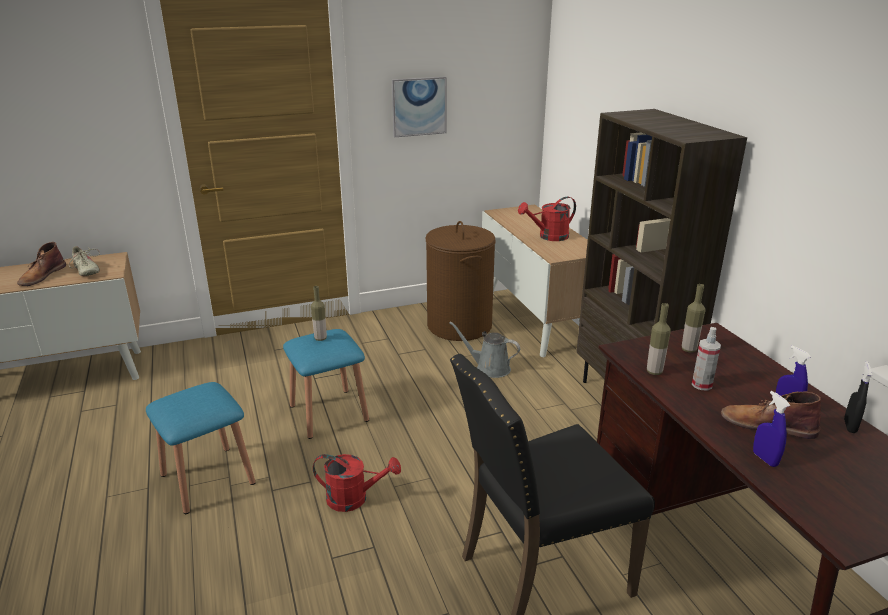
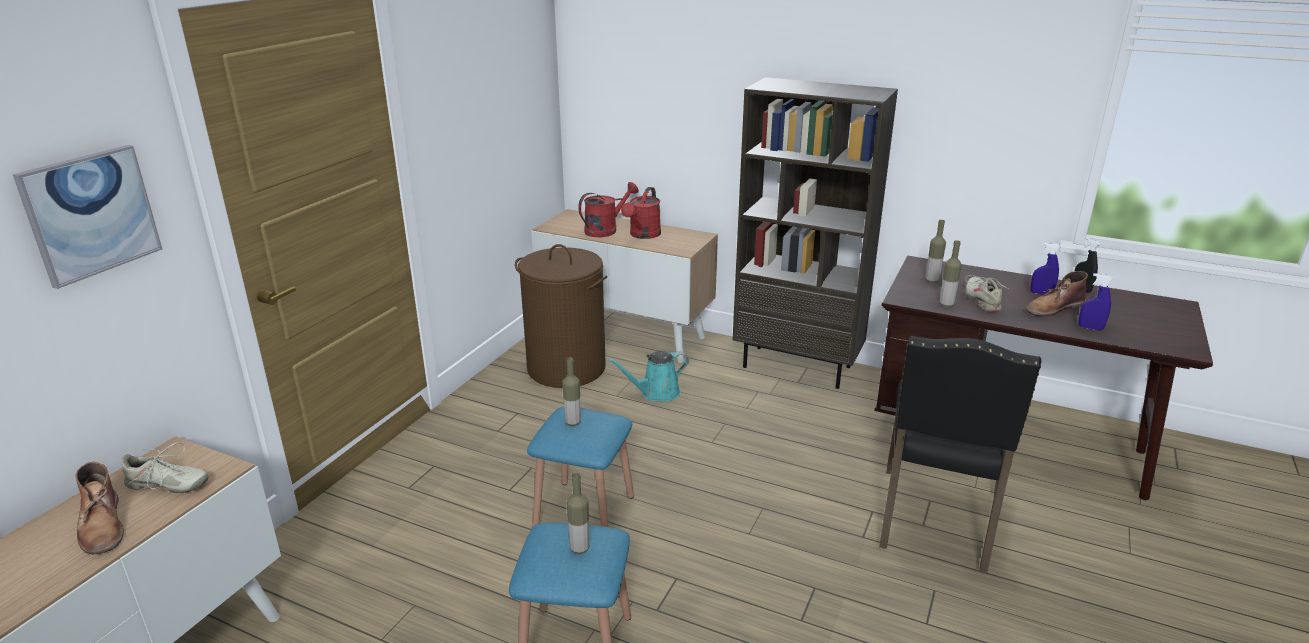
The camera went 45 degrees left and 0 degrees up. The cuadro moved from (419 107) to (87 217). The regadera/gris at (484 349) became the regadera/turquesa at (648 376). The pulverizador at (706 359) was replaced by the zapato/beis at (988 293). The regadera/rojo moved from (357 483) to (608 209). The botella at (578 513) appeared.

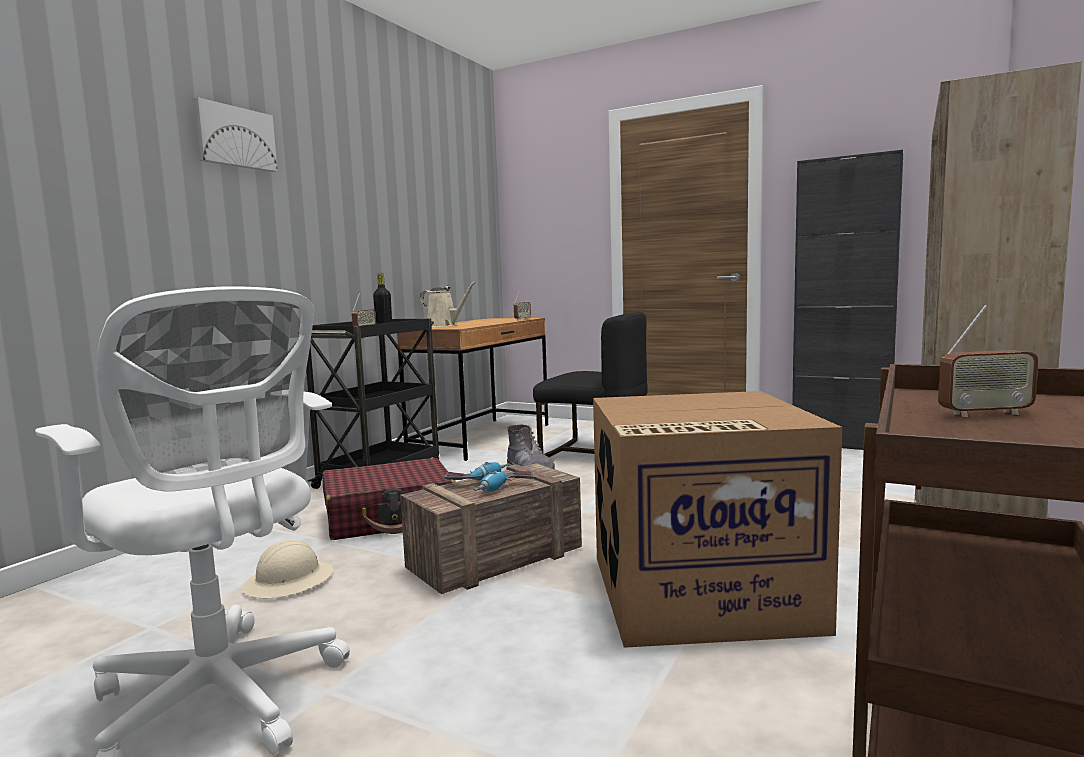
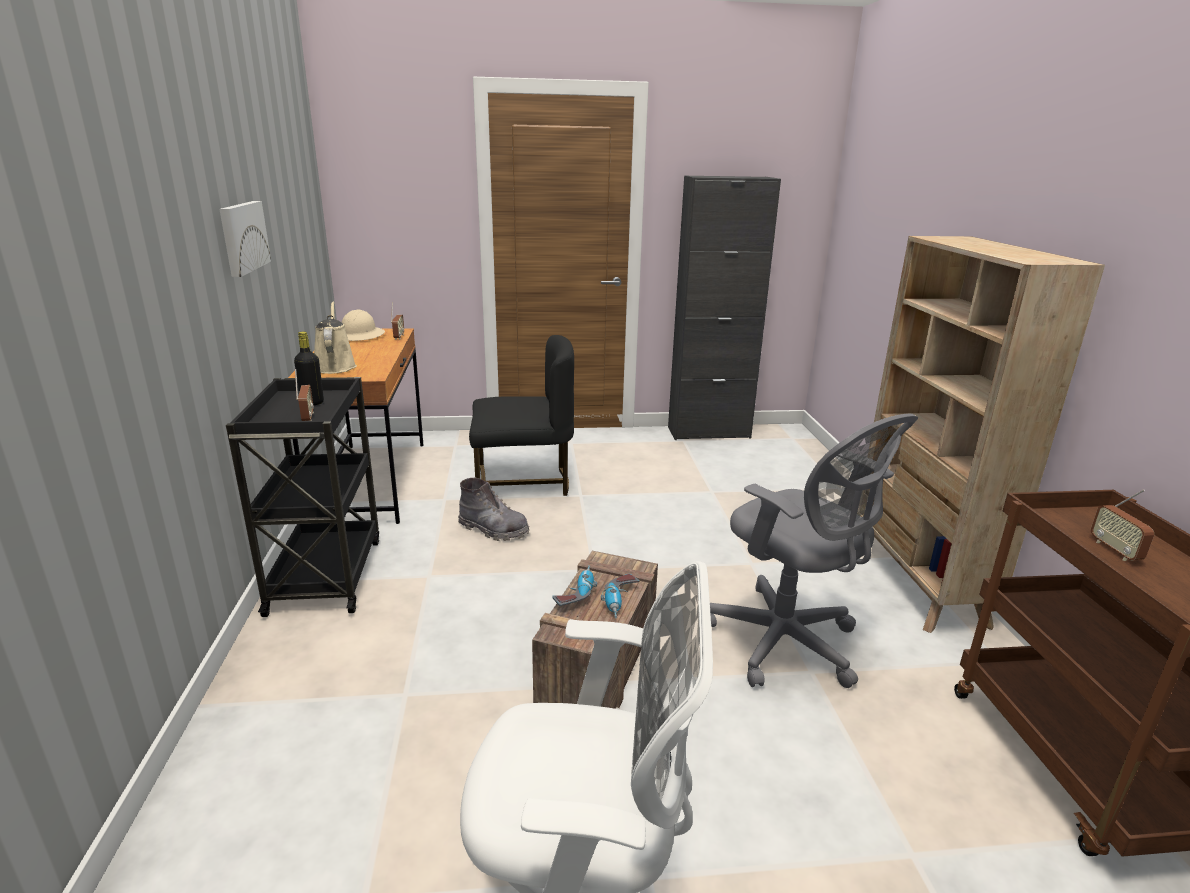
The camera went 35 degrees left and 15 degrees up. The cuadro moved from (235 134) to (245 239). The regadera/beis at (448 304) turned 105 degrees counterclockwise. The radio at (988 361) turned 120 degrees clockwise. The caja de cartón at (717 519) was replaced by the silla de oficina/gris at (814 550). The maleta/rojo at (389 499) disappeared. The casco/beis moved from (287 569) to (363 325).

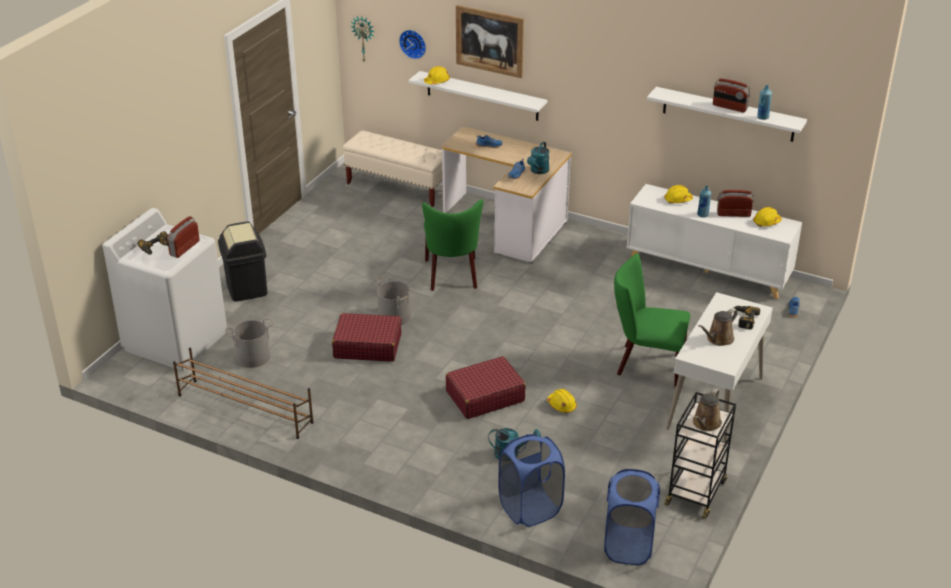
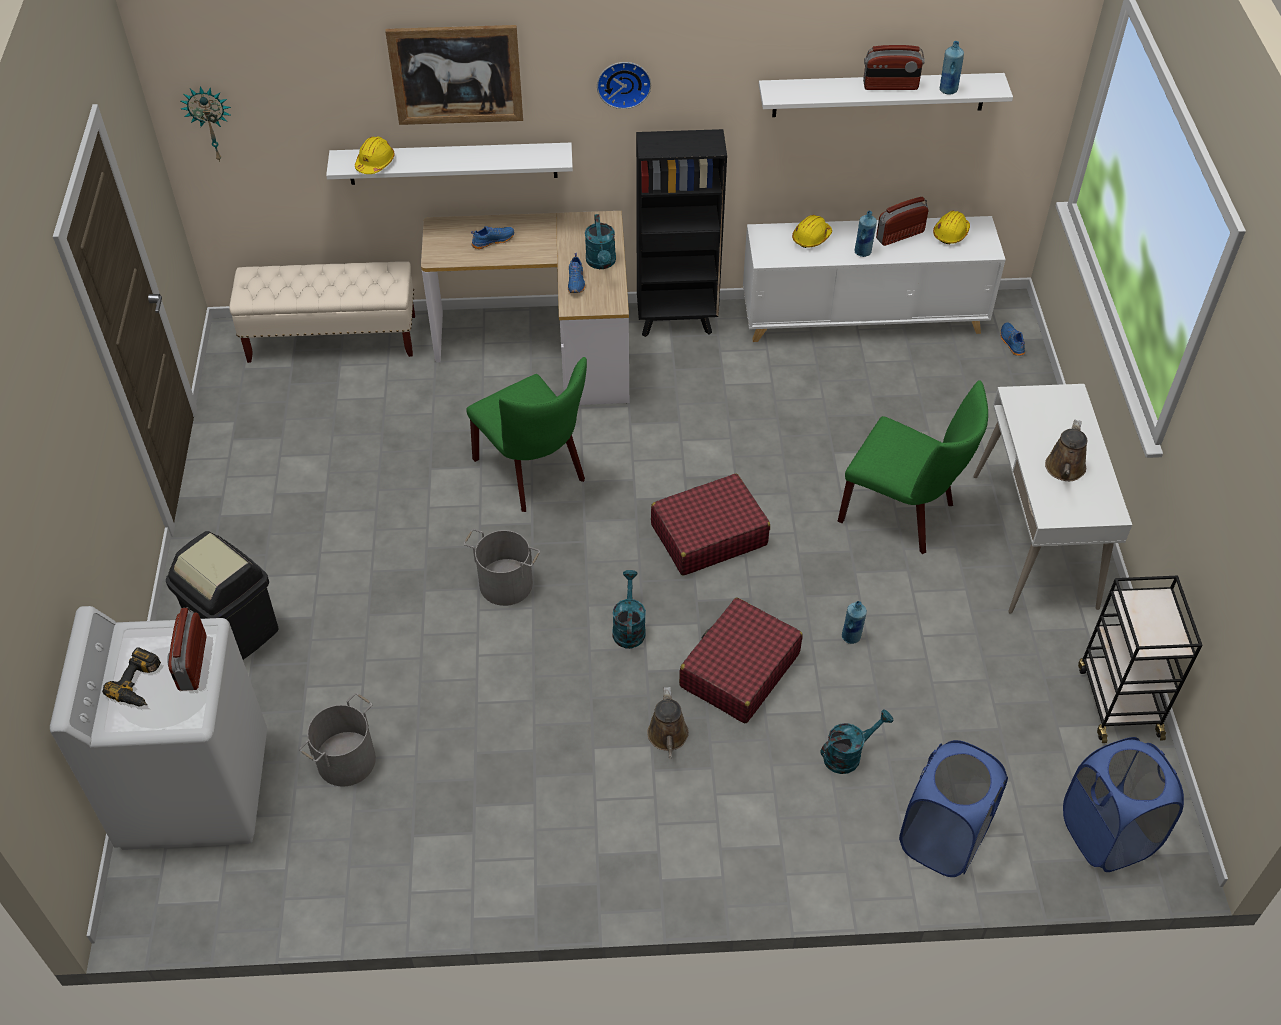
The camera went 30 degrees left and 15 degrees up. The reloj de pared moved from (412 44) to (624 85). The silla/verde at (652 320) turned 135 degrees counterclockwise. The taladro at (746 318) disappeared. The maleta/rojo moved from (366 337) to (710 524). The zapatero/marrón at (243 393) disappeared. The casco/amarillo at (562 401) was replaced by the botella/azul at (854 622). The regadera/marrón moved from (707 410) to (668 722). The estantería/negro at (681 233) appeared. The regadera/turquesa at (629 609) appeared.

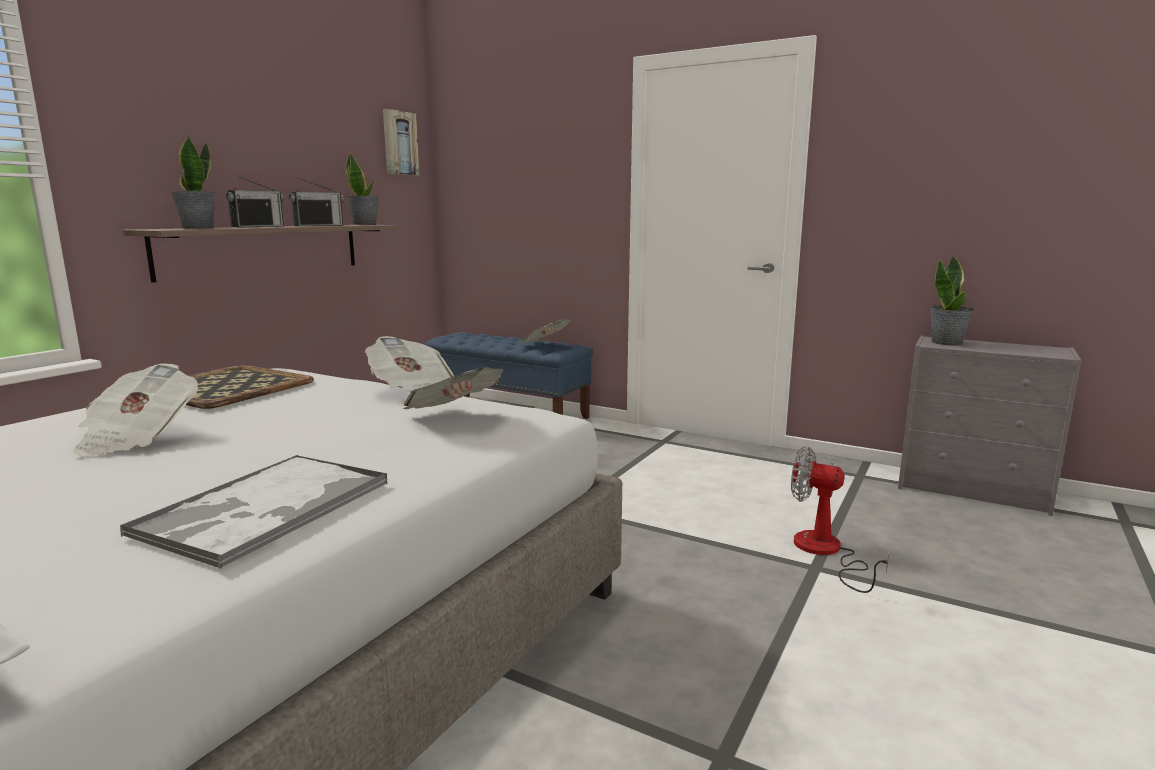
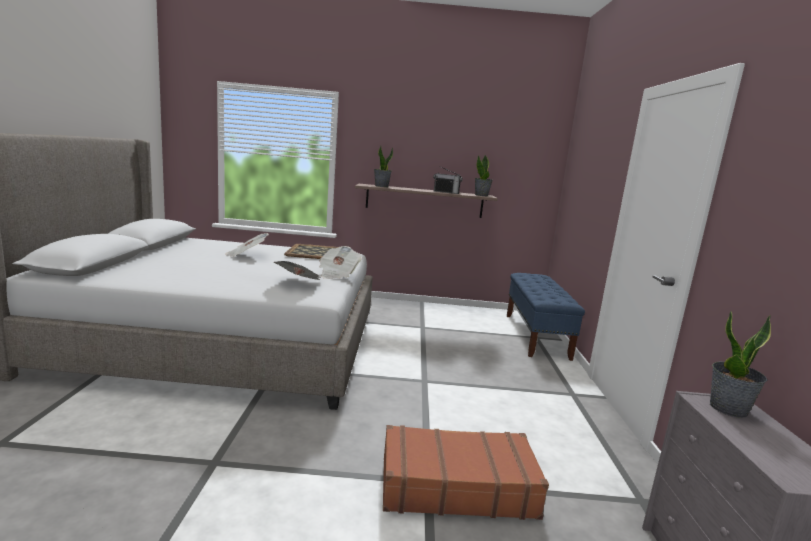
The camera went 60 degrees right and 0 degrees up. The cuadro at (401 142) disappeared. The radio at (254 200) disappeared. The periódico at (545 330) disappeared. The ventilador at (840 519) was replaced by the maleta/marrón at (466 472). The bandeja at (253 512) disappeared.

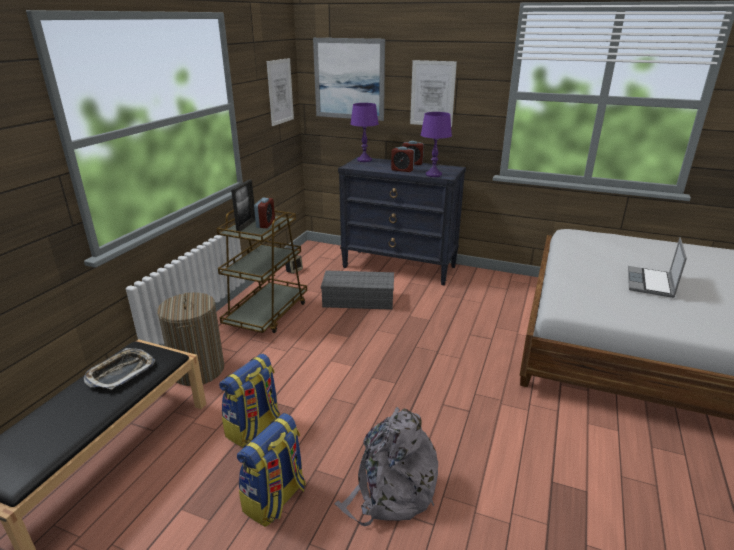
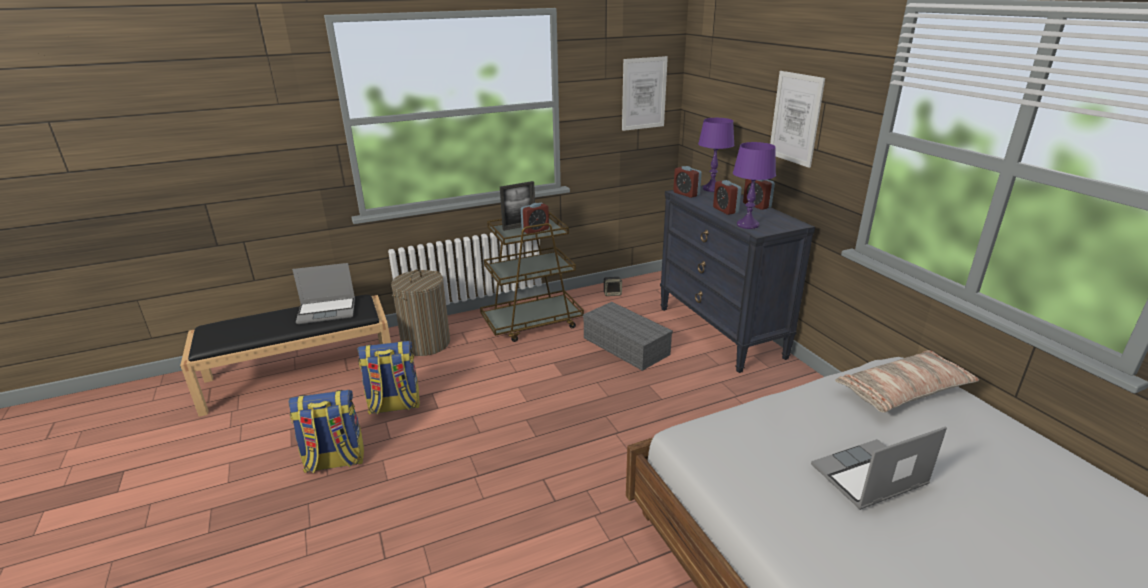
The camera went 45 degrees right and 0 degrees up. The cuadro at (349 79) disappeared. The bandeja at (119 369) was replaced by the portátil at (323 293). The mochila/gris at (386 466) disappeared. The despertador at (687 182) appeared. The cojín at (907 381) appeared.

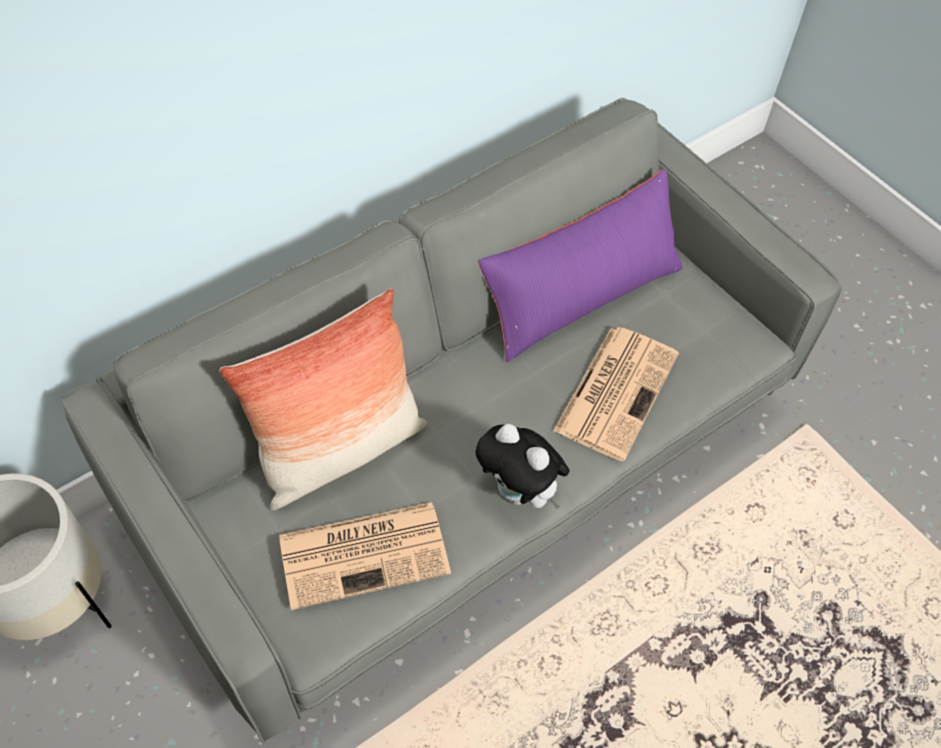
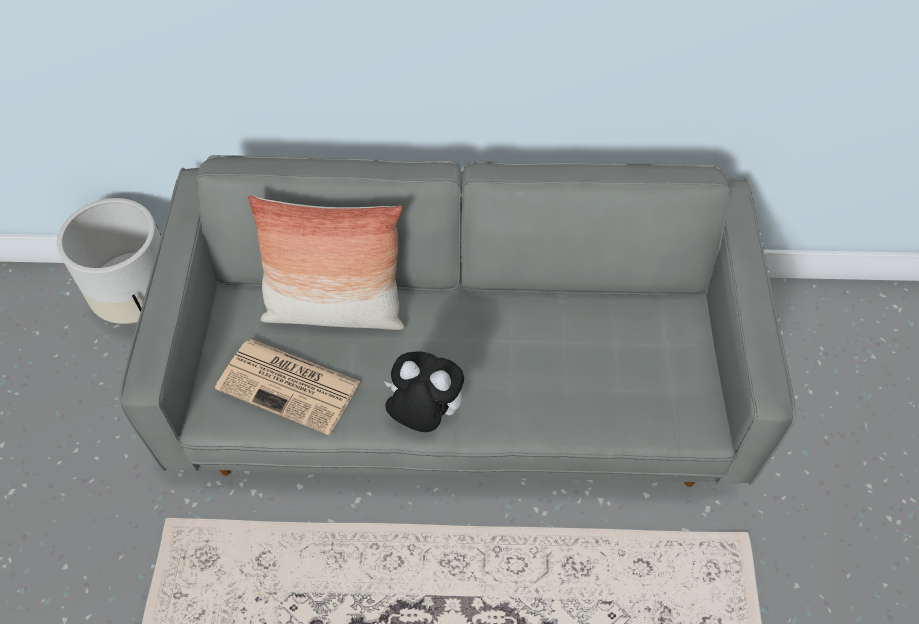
The camera went 40 degrees right and 0 degrees up. The cojín/morado at (580 266) disappeared. The periódico at (616 394) disappeared. The peluche at (523 466) turned 120 degrees clockwise.

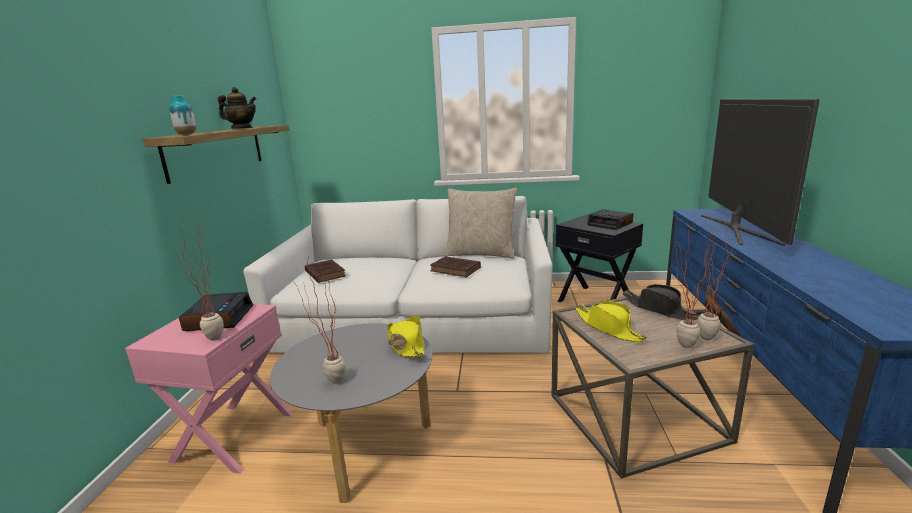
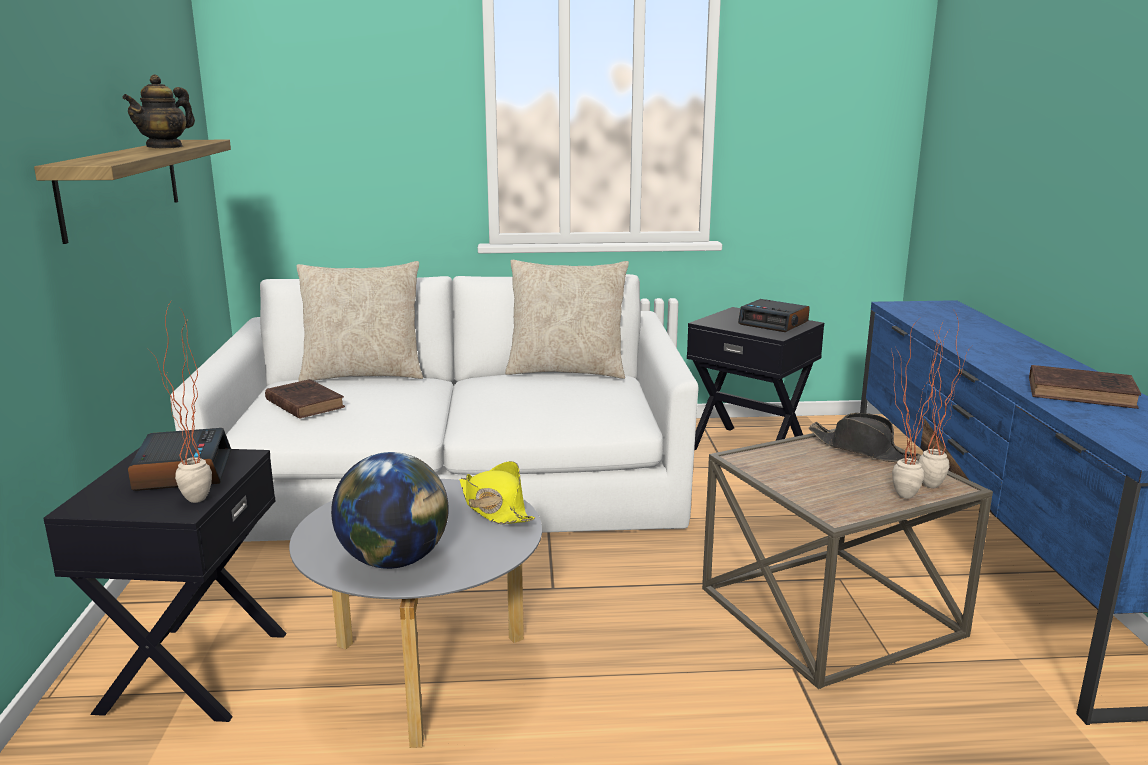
The camera went 10 degrees left and 0 degrees up. The tetera at (237 107) turned 120 degrees clockwise. The florero at (182 115) disappeared. The televisor at (760 172) disappeared. The planta en maceta at (319 320) was replaced by the globo terráqueo at (389 510). The libro/marrón moved from (455 266) to (1085 387). The sombrero/amarillo at (611 321) disappeared. The mesa auxiliar/rosa at (209 389) became the mesa auxiliar/negro at (165 585). The cojín/beis at (359 321) appeared.

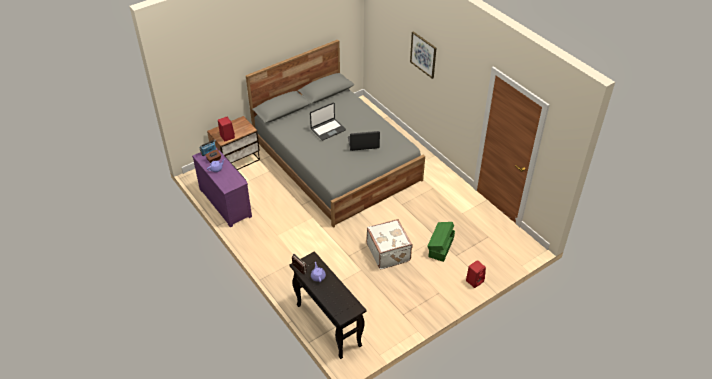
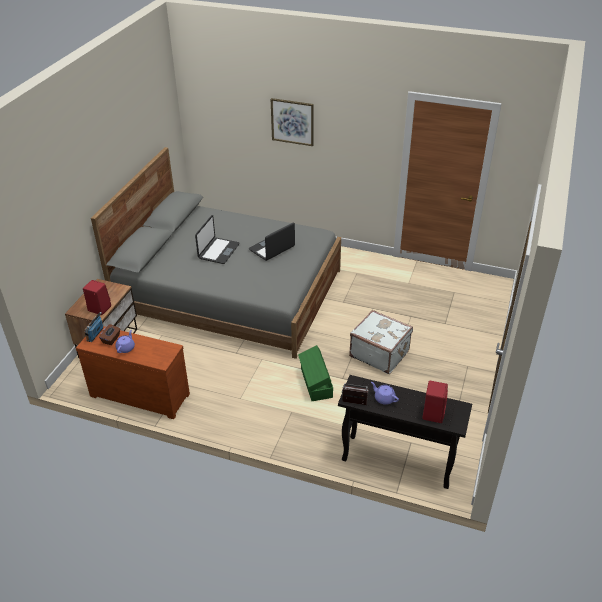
The camera went 35 degrees left and 5 degrees down. The cómoda/morado at (222 187) became the cómoda/marrón at (133 372). The caja de almacenaje/verde moved from (441 242) to (315 373). The altavoz/rojo moved from (476 274) to (435 402).

